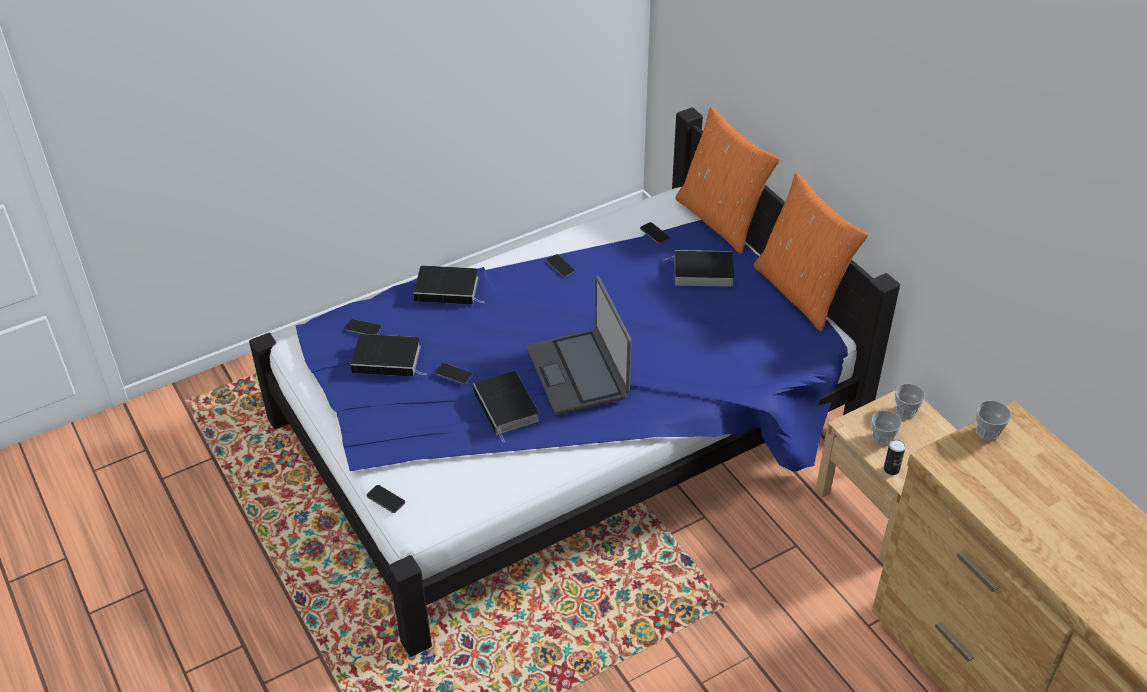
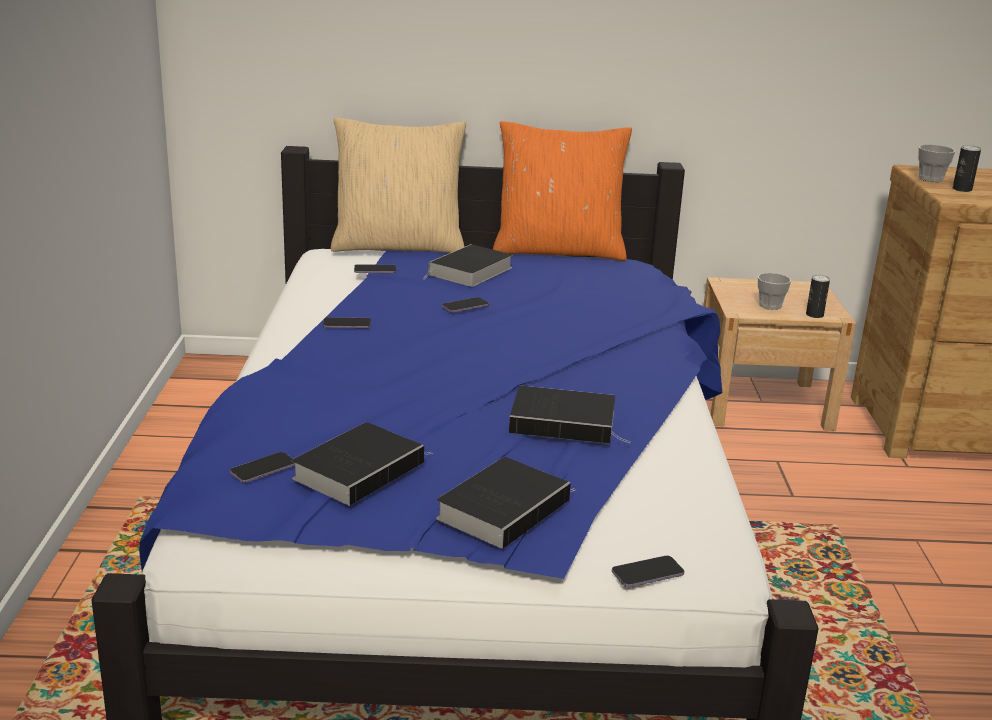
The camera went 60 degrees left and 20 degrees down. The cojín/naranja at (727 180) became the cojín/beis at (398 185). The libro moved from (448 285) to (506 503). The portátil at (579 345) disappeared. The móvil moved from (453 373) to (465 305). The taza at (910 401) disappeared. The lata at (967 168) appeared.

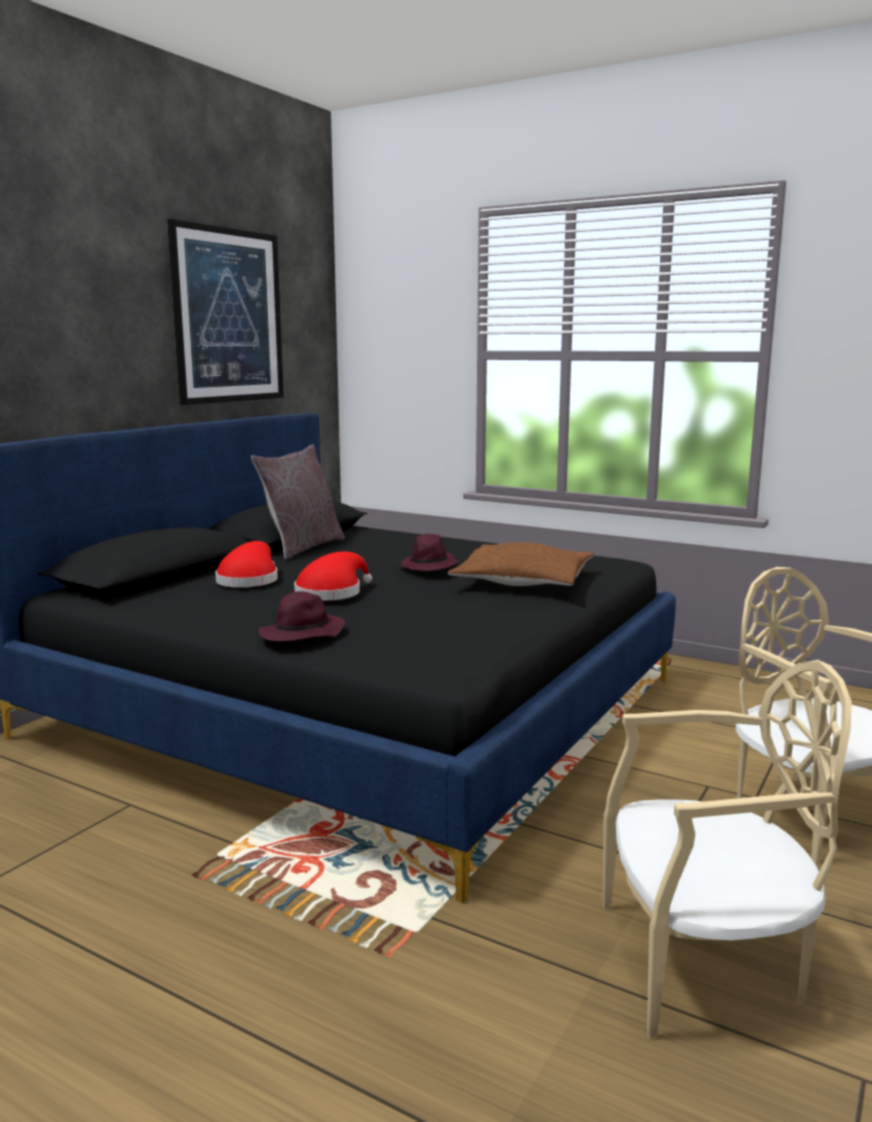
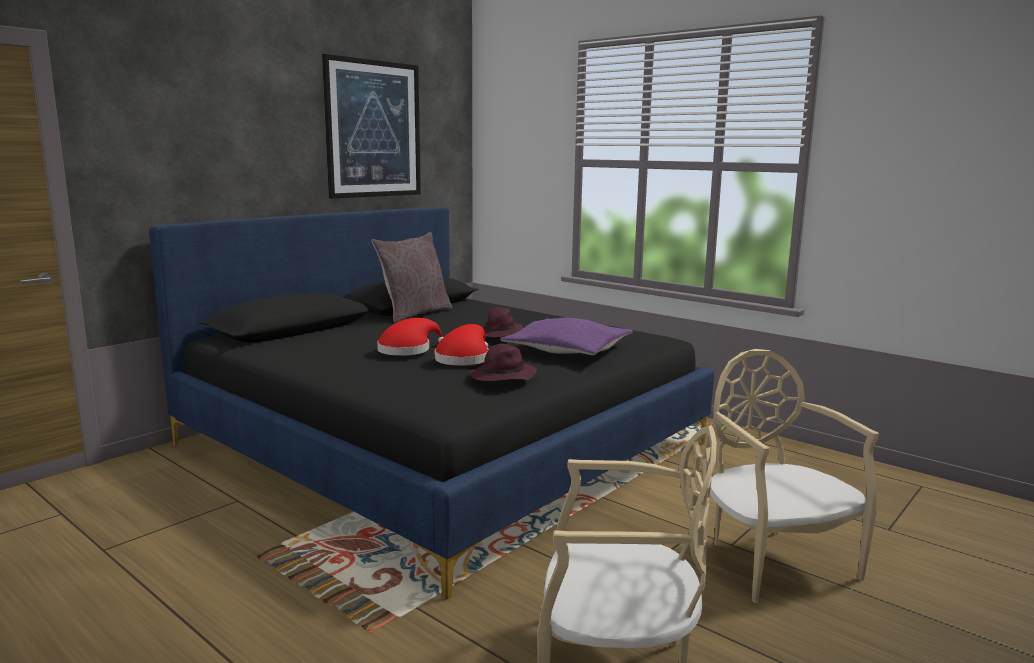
The camera went 10 degrees right and 0 degrees up. The sombrero/rojo moved from (246 564) to (462 345). The cojín/marrón at (521 564) became the cojín/morado at (567 336). The sombrero/morado moved from (302 616) to (503 362).

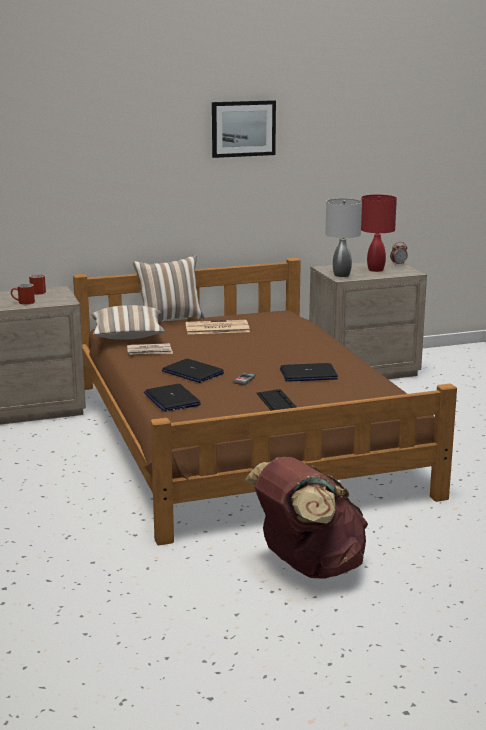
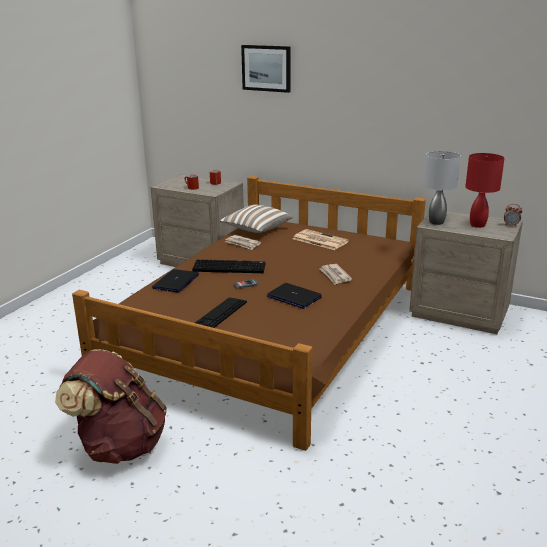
The camera went 45 degrees right and 5 degrees up. The cuadro moved from (244 129) to (265 69). The cojín at (169 288) disappeared. The portátil at (193 371) was replaced by the teclado at (229 266). The periódico at (336 274) appeared.

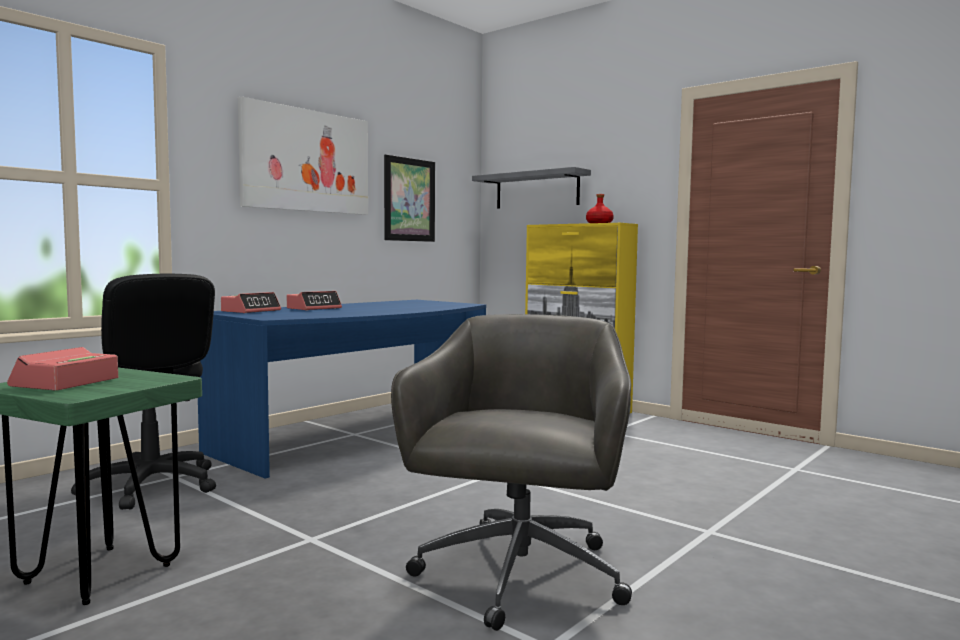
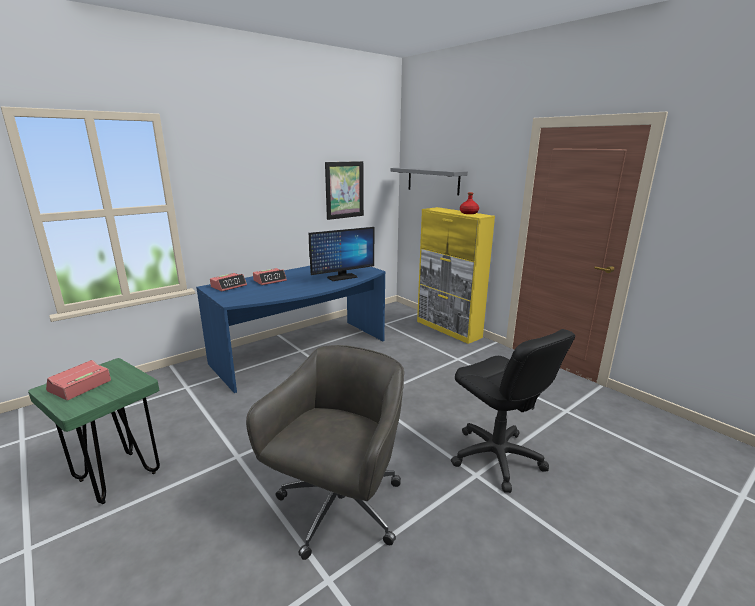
The camera went 10 degrees right and 15 degrees up. The cuadro at (303 155) disappeared. The silla de oficina/negro moved from (143 392) to (513 411). The monitor at (341 254) appeared.

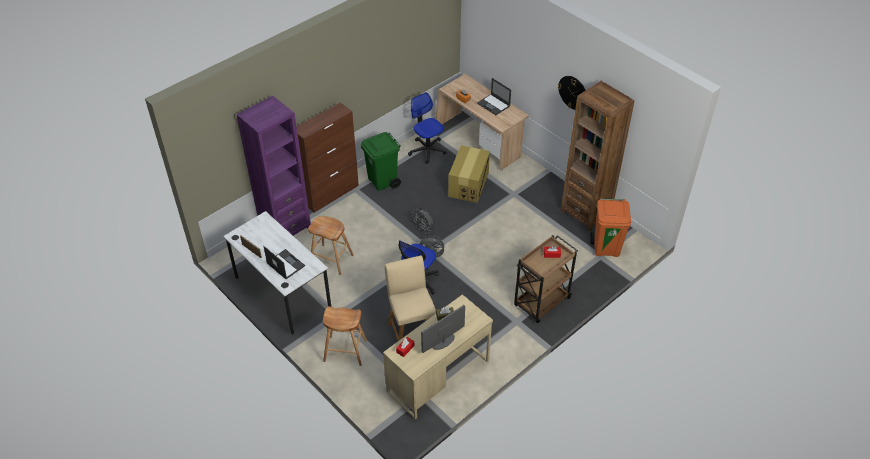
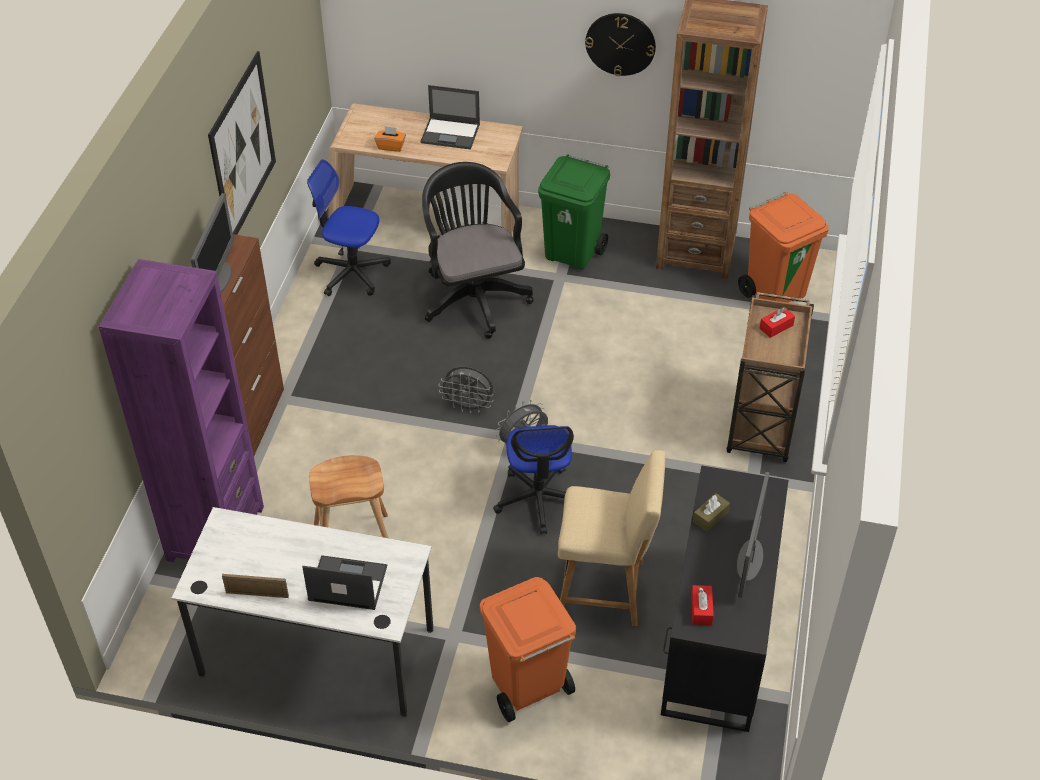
The camera went 35 degrees left and 0 degrees up. The papelera/verde moved from (380 161) to (574 212). The caja de cartón at (469 174) was replaced by the silla de oficina/negro at (478 250). The silla/beis at (410 298) turned 150 degrees clockwise. The escritorio/beis at (438 356) became the escritorio/negro at (724 598). The taburete/marrón at (345 336) was replaced by the papelera/naranja at (527 649). The cuadro at (242 143) appeared. The monitor at (212 242) appeared.

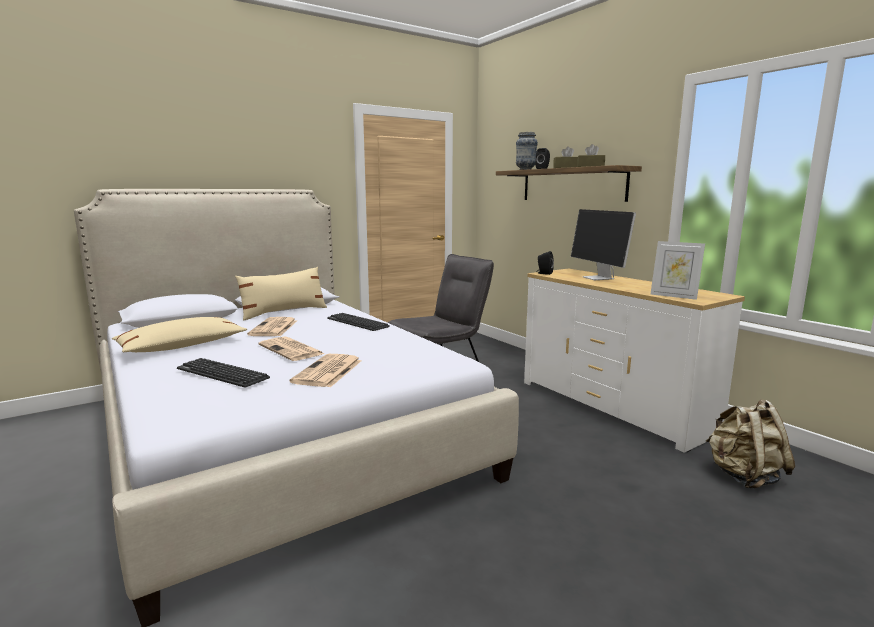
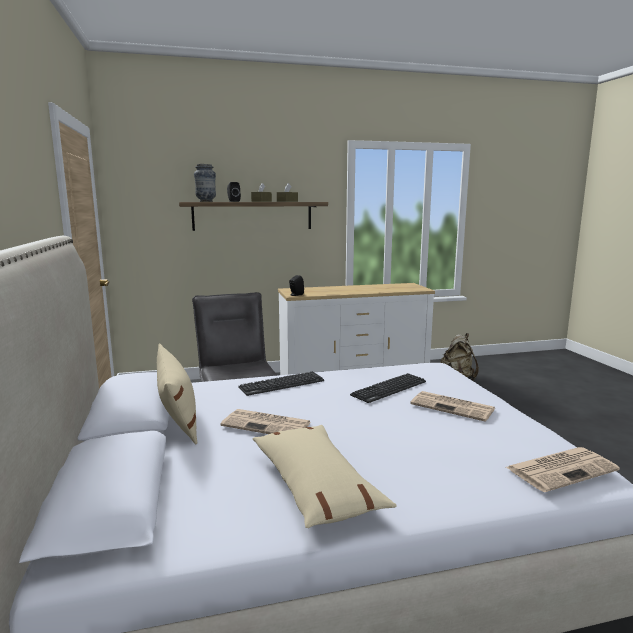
The camera went 70 degrees left and 0 degrees up. The monitor at (603 244) disappeared. The portarretratos at (678 270) disappeared. The periódico moved from (291 348) to (563 469). The teclado moved from (223 373) to (388 388).

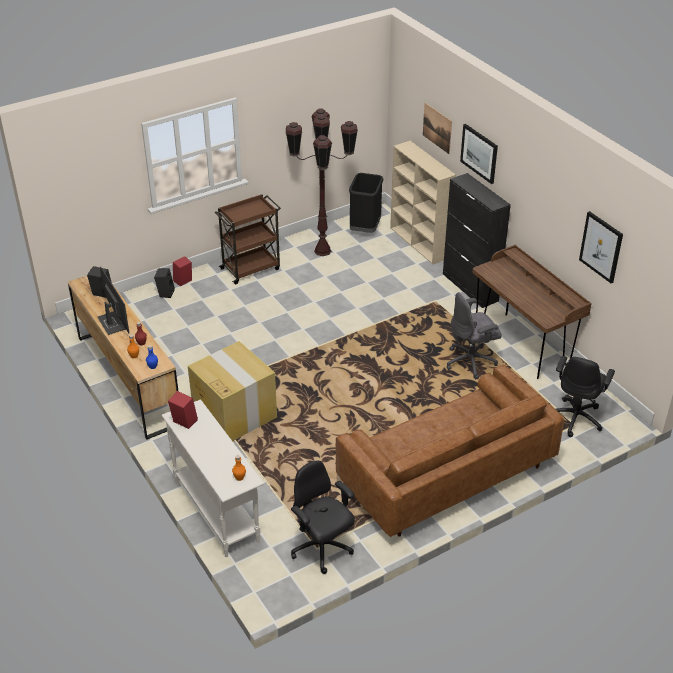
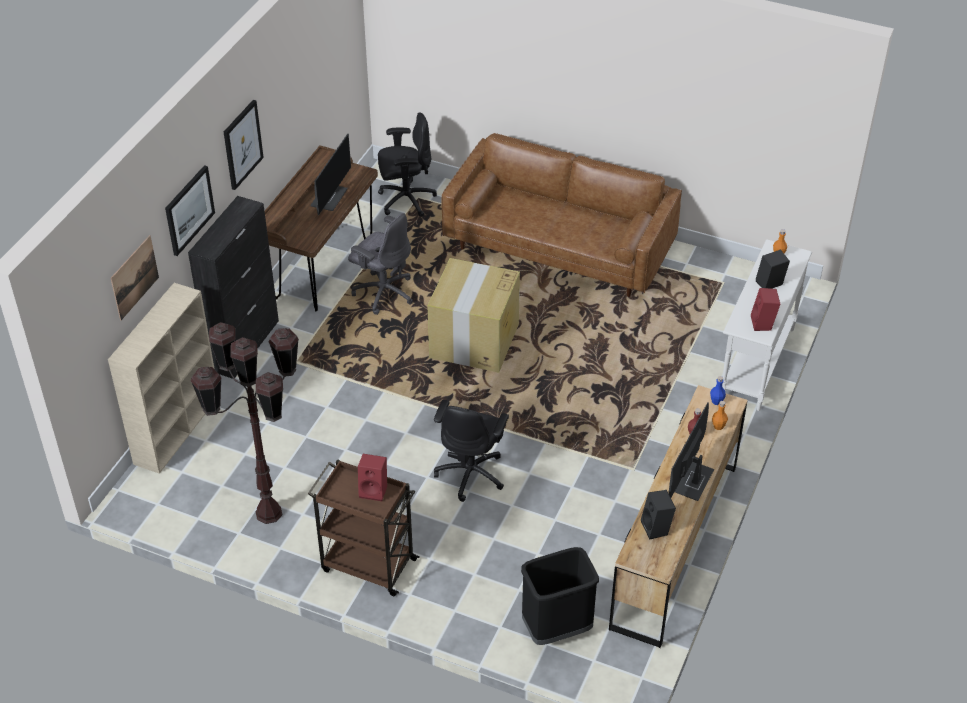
The camera went 125 degrees left and 5 degrees up. The papelera/negro moved from (366 203) to (560 596). The cuadro moved from (601 247) to (244 145). The altavoz/rojo moved from (182 271) to (372 477). The altavoz/negro moved from (164 283) to (773 269). The caja de cartón moved from (232 391) to (473 315). The silla de oficina/negro moved from (323 517) to (471 451). The monitor at (330 174) appeared.

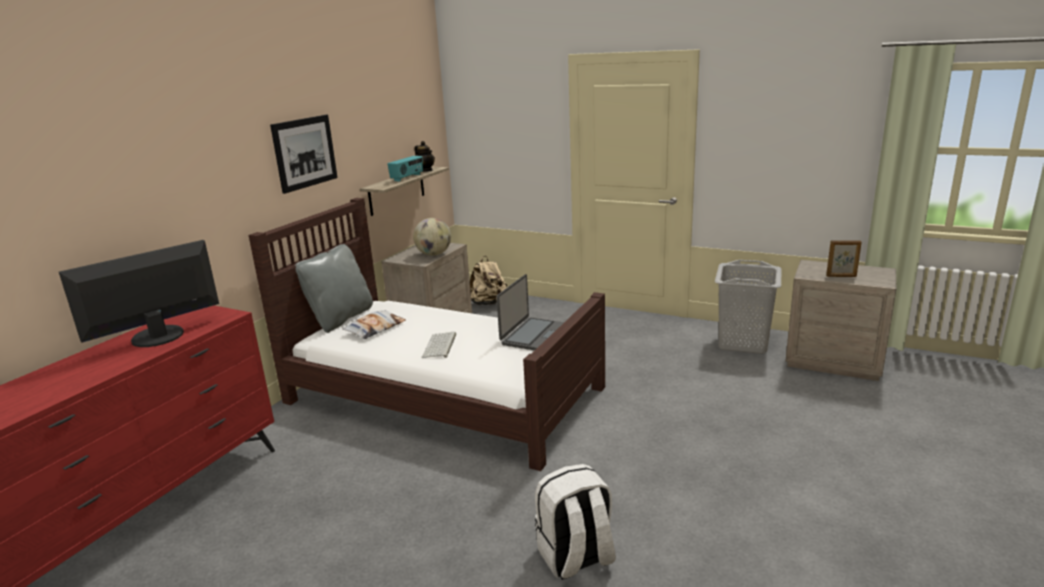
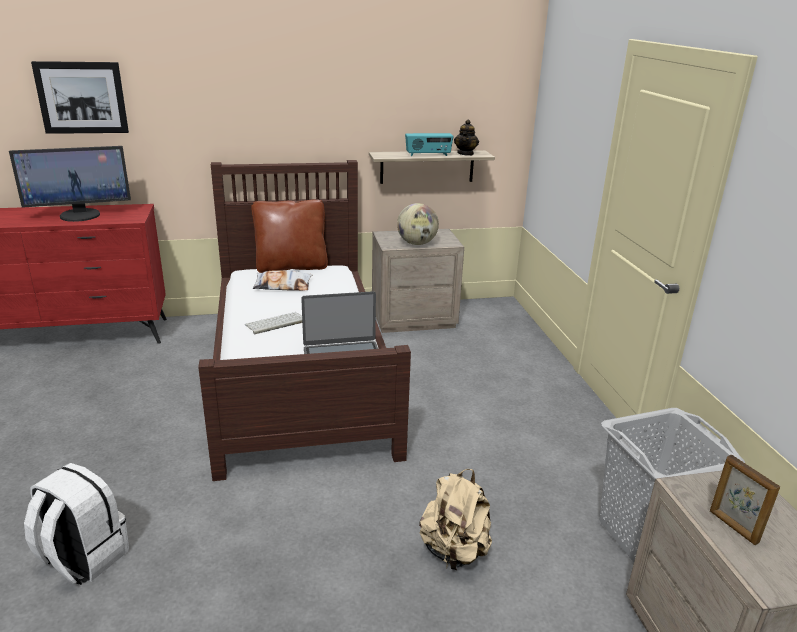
The camera went 50 degrees right and 5 degrees up. The cuadro moved from (304 154) to (80 97). The monitor at (139 293) turned 150 degrees clockwise. The cojín/gris at (334 288) became the cojín/marrón at (289 236). The mochila/beis moved from (488 280) to (455 519).

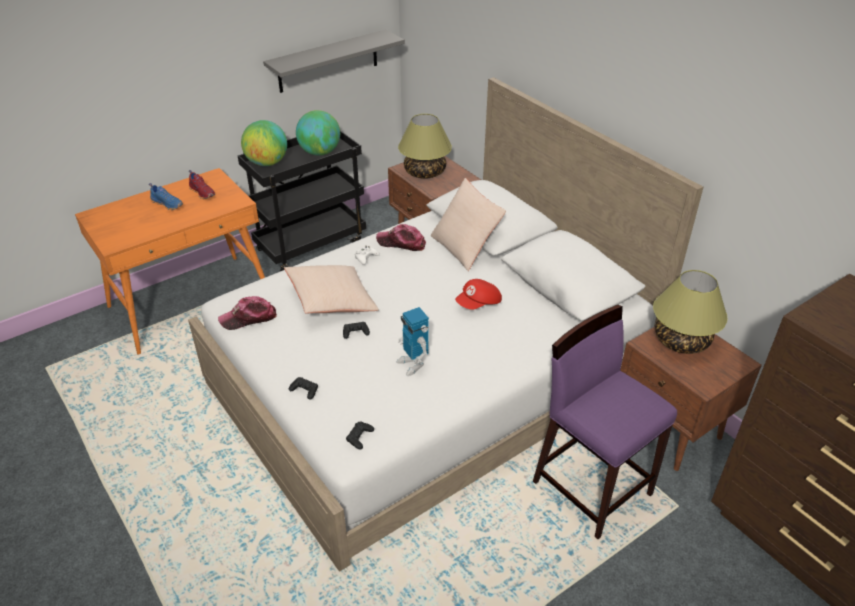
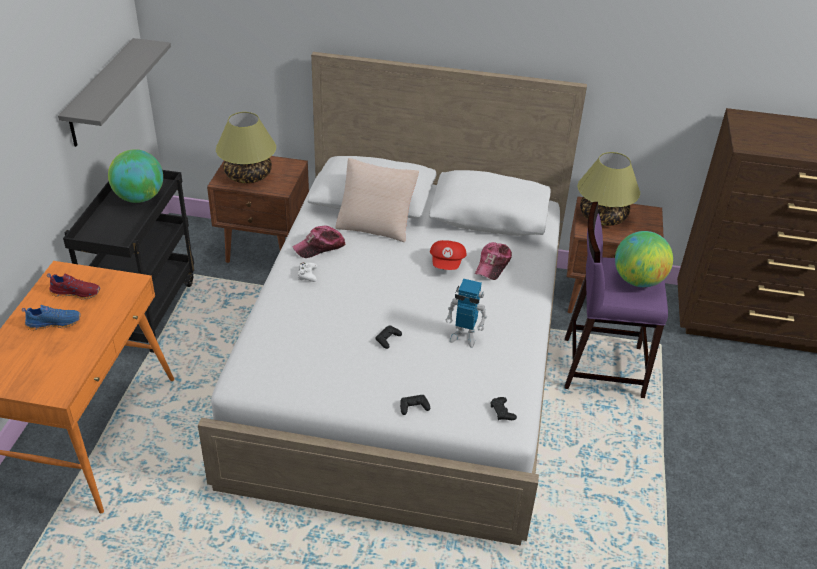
The camera went 45 degrees left and 0 degrees up. The globo terráqueo moved from (264 143) to (644 259). The cojín/beis at (331 289) disappeared. The gorra moved from (247 313) to (493 261).

